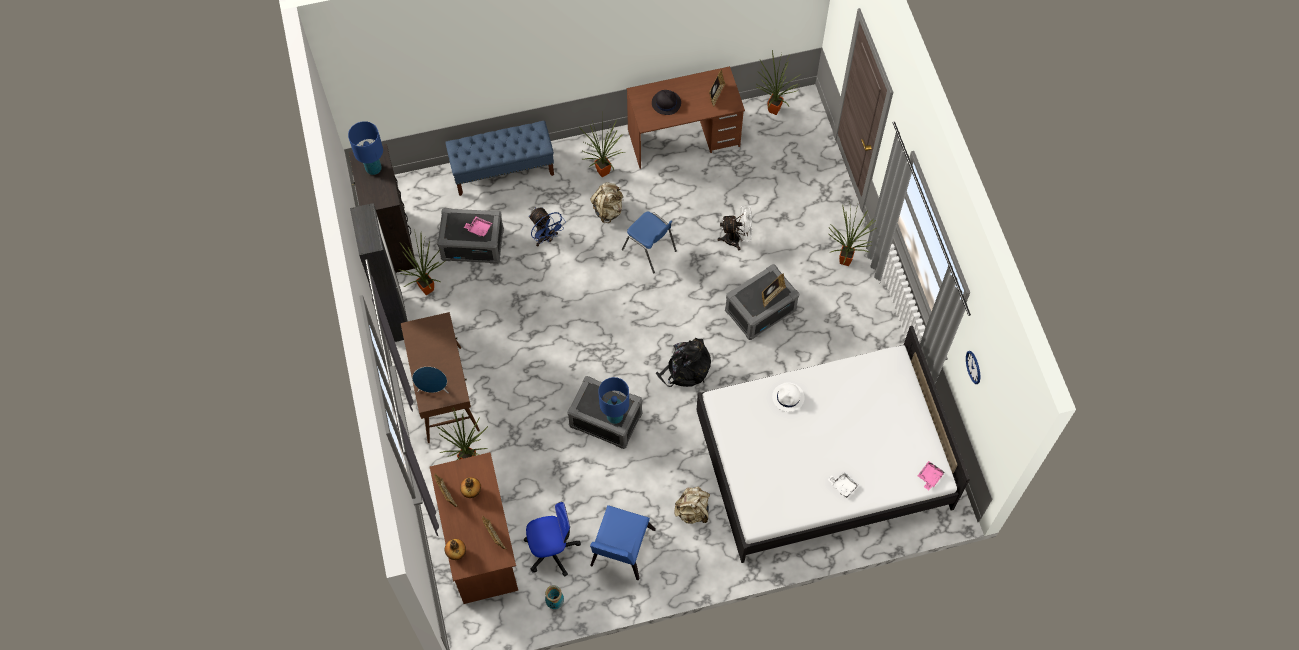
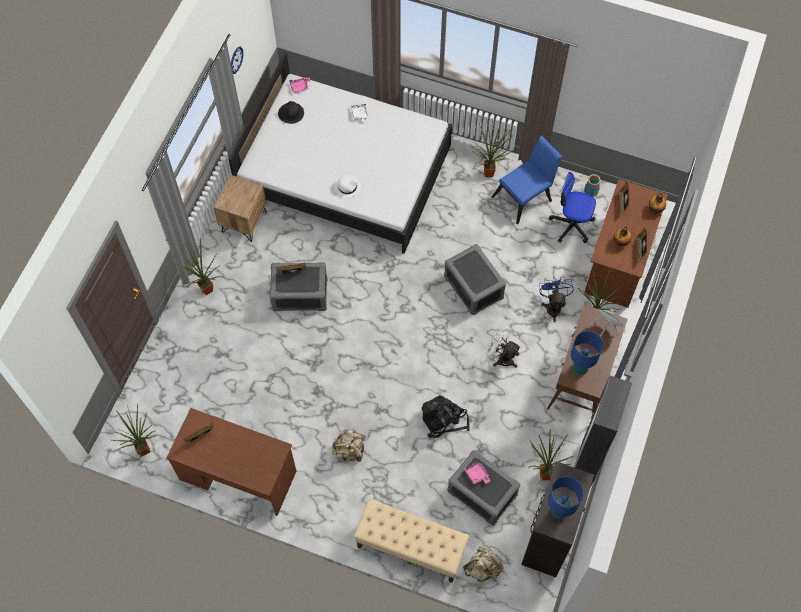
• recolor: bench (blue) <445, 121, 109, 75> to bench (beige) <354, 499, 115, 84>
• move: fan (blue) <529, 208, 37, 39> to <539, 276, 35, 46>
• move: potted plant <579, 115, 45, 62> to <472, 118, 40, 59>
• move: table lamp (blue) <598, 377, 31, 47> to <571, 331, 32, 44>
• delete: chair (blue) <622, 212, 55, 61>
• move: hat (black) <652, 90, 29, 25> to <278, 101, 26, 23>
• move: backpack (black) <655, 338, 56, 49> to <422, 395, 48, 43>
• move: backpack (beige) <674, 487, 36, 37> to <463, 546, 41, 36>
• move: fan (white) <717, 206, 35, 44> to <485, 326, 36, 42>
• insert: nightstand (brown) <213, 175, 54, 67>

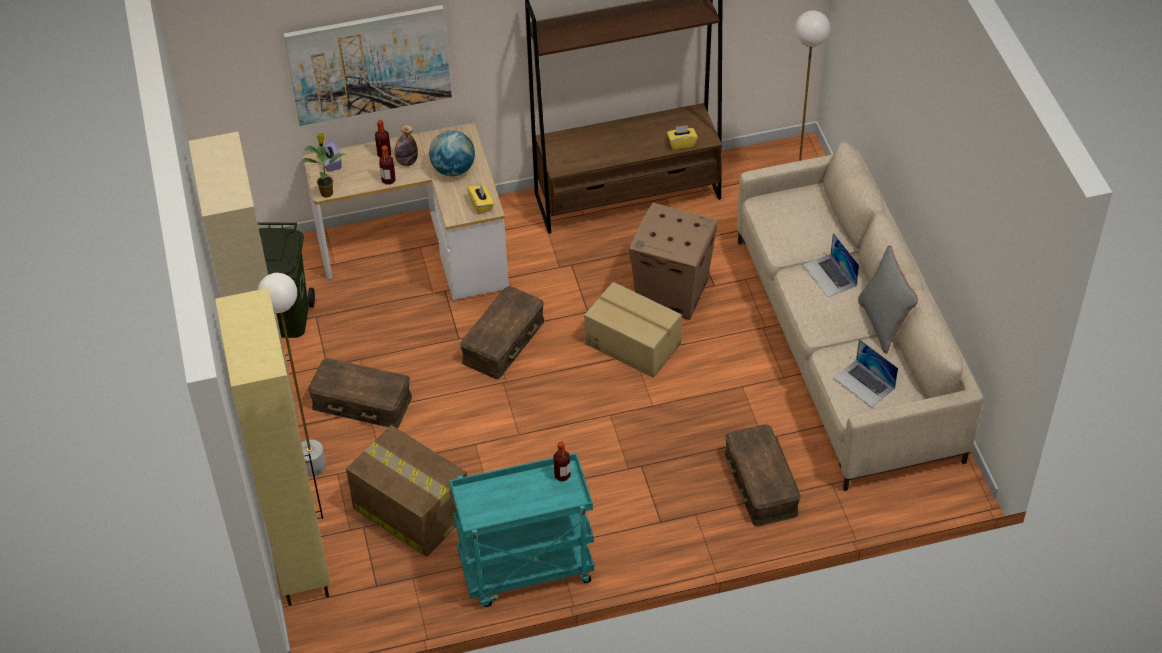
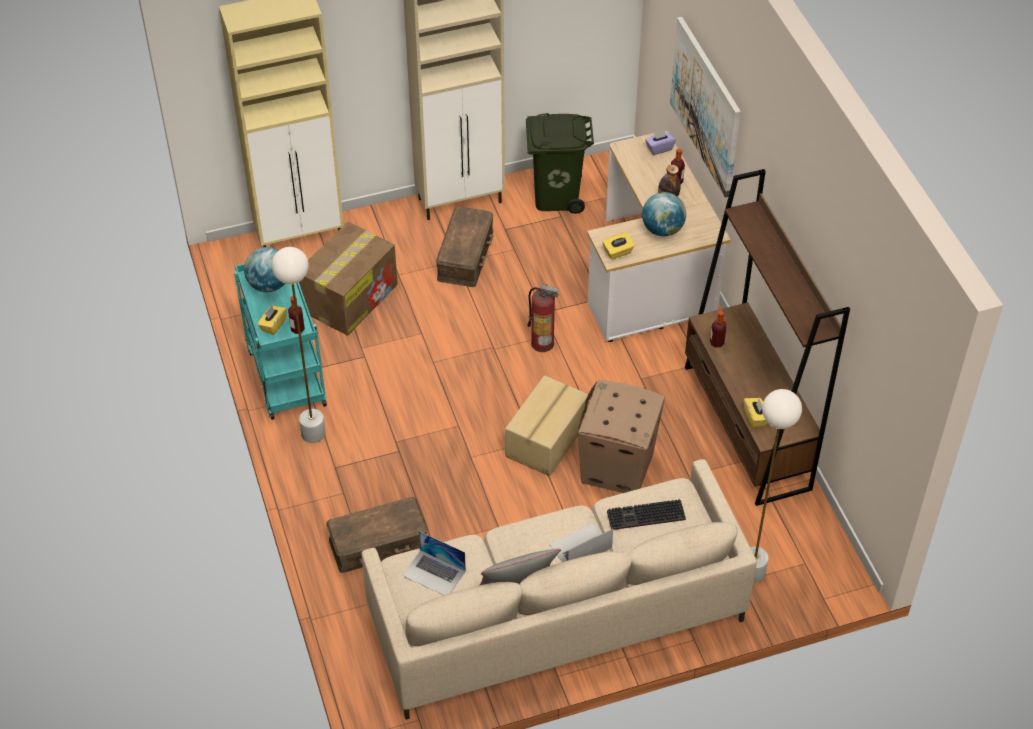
• move: floor lamp (white) <257, 273, 69, 203> to <271, 247, 55, 196>
• delete: potted plant <300, 133, 46, 65>
• move: bottle <379, 146, 17, 39> to <710, 311, 17, 37>
• replace: storage box (brown) <460, 286, 84, 93> to fire extinguisher <527, 284, 32, 68>
• rotate: laptop <833, 339, 65, 69> = <402, 531, 64, 64> 105 degrees counterclockwise
• insert: globe <244, 247, 41, 45>
• insert: tissue box (yellow) <257, 305, 30, 30>
• insert: keyboard <607, 499, 79, 31>

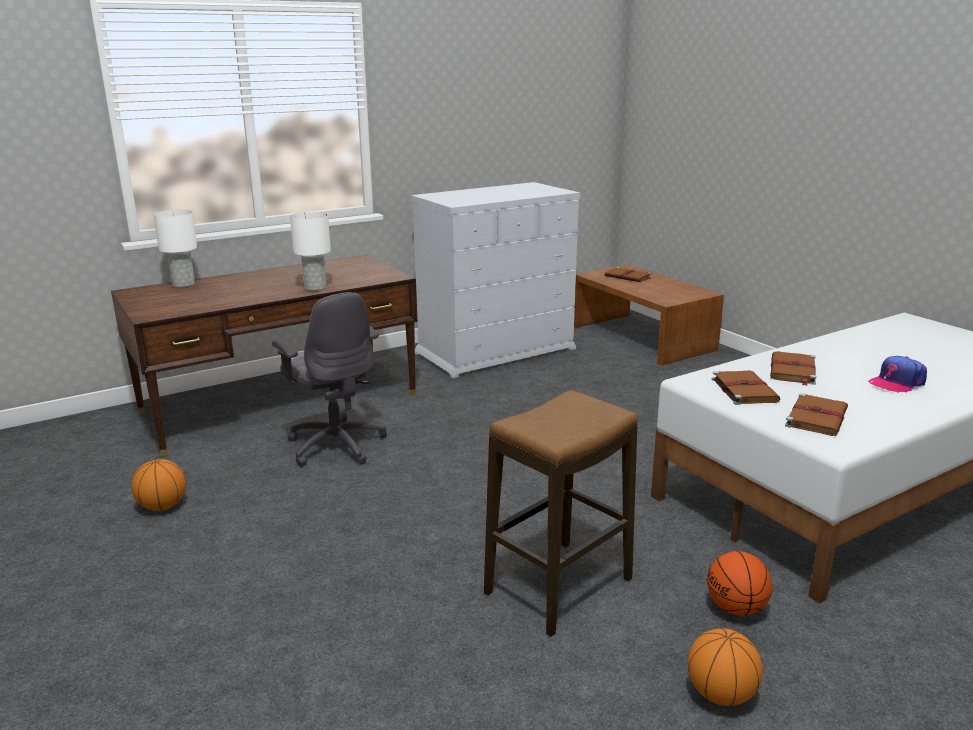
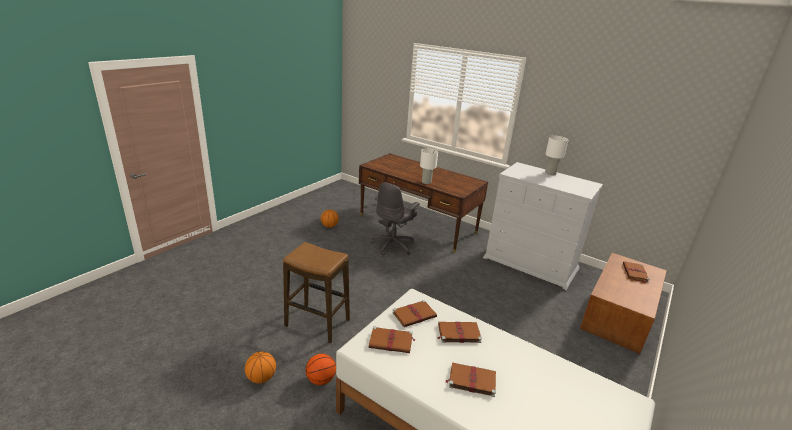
• move: table lamp (white) <153, 210, 44, 78> to <545, 136, 24, 39>
• replace: cap <868, 356, 59, 37> to book (brown) <446, 362, 50, 35>

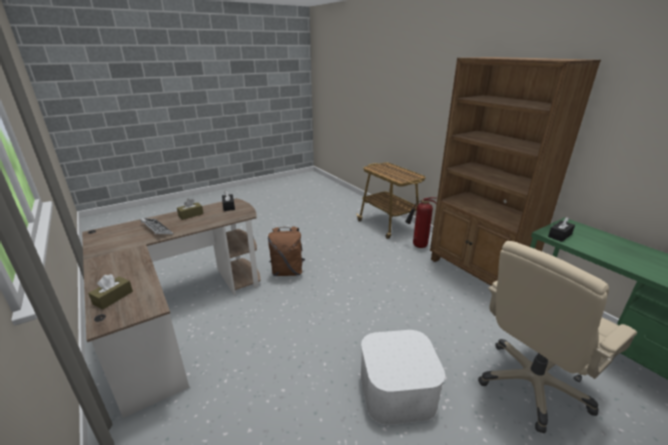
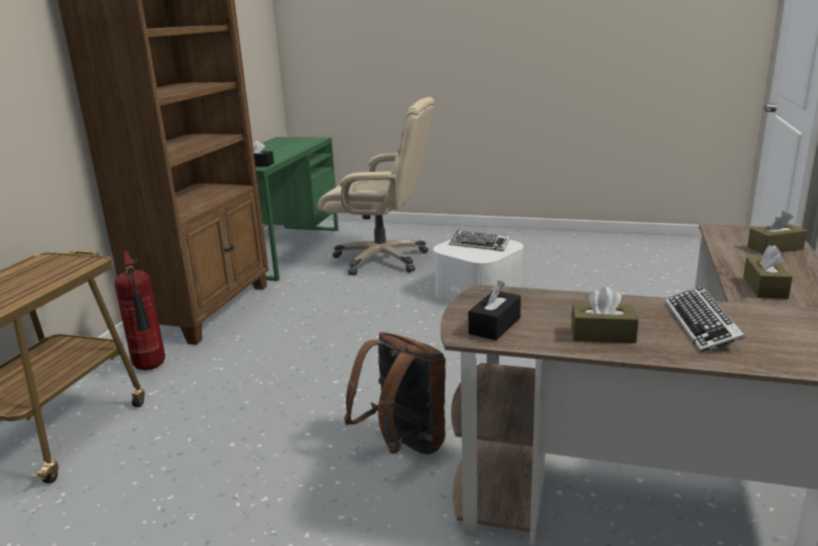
• insert: keyboard <449, 230, 61, 21>
• insert: tissue box (brown) <743, 245, 50, 54>

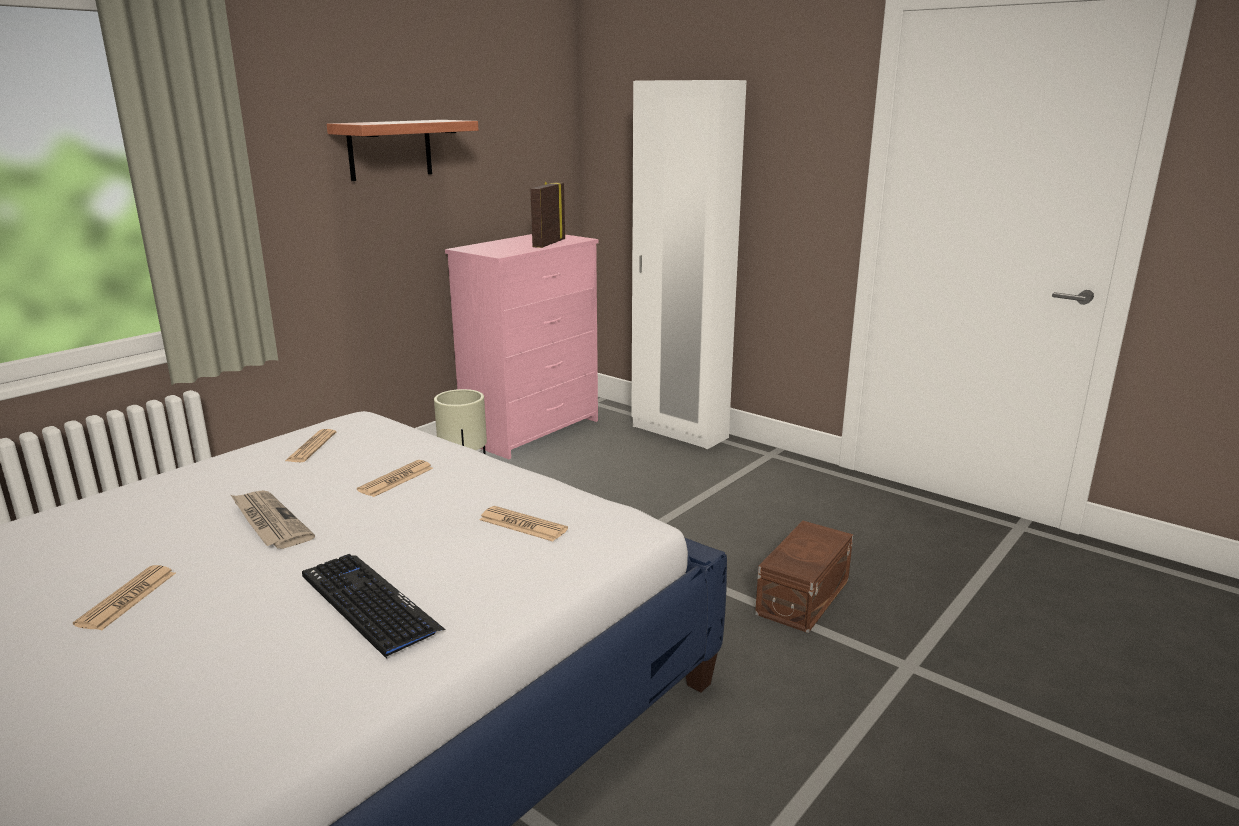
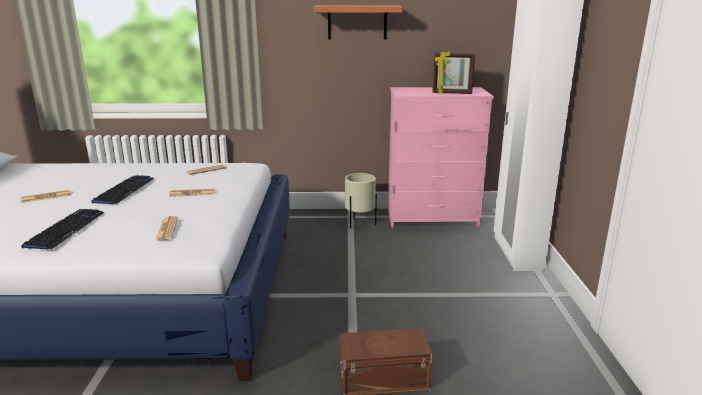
• replace: newspaper <231, 490, 84, 59> to keyboard <91, 175, 63, 29>
• rotate: picture frame <530, 182, 35, 66> = <432, 51, 43, 43> 150 degrees counterclockwise

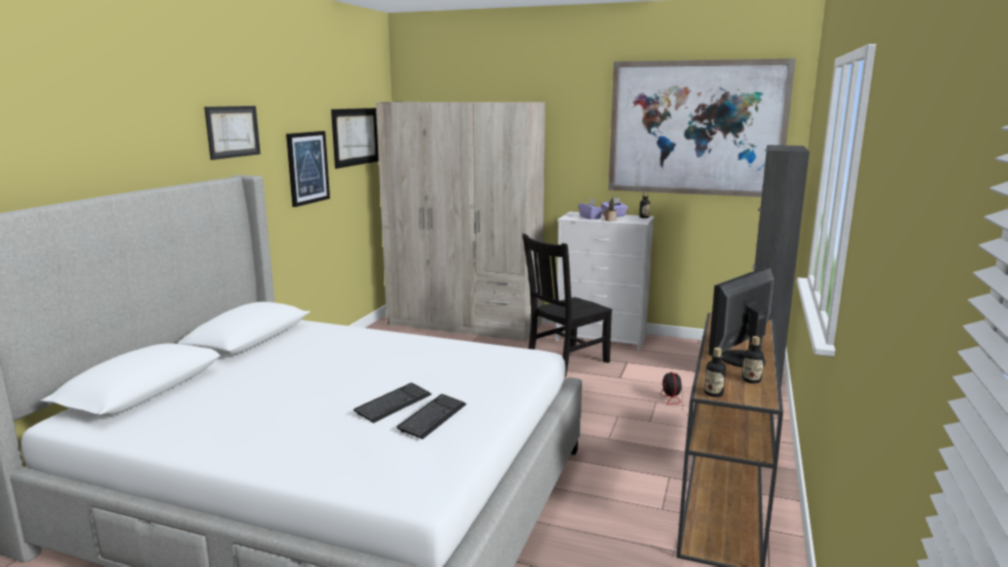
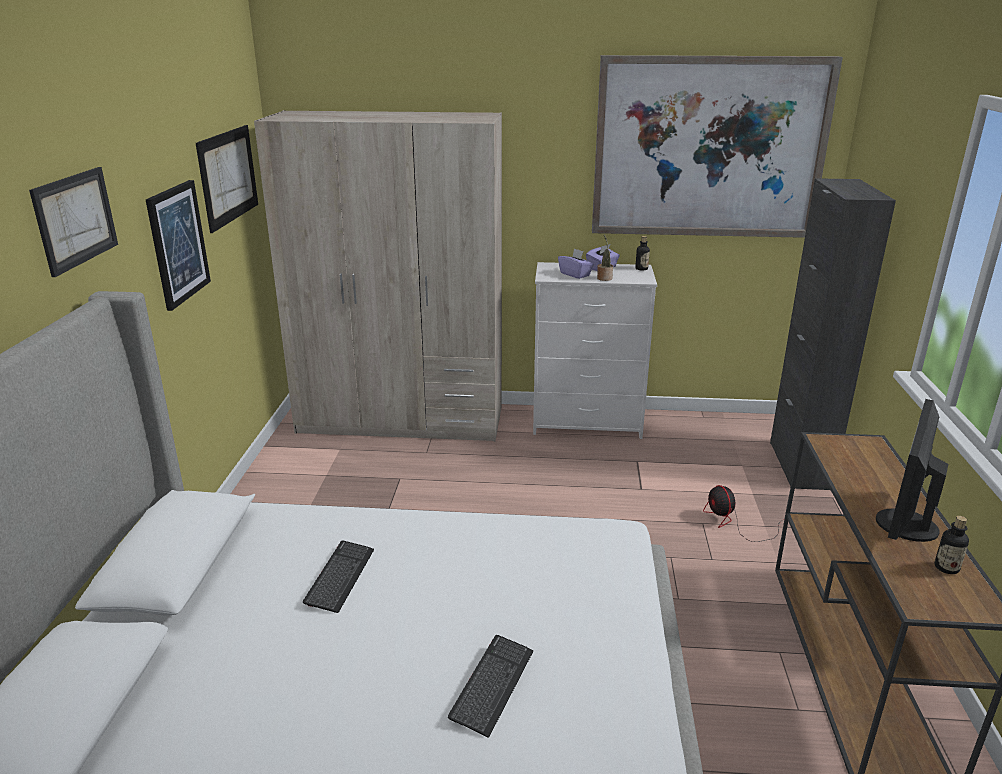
• move: keyboard <397, 394, 69, 45> to <303, 541, 71, 72>
• delete: chair (black) <522, 234, 90, 143>
• delete: bottle <704, 347, 22, 50>

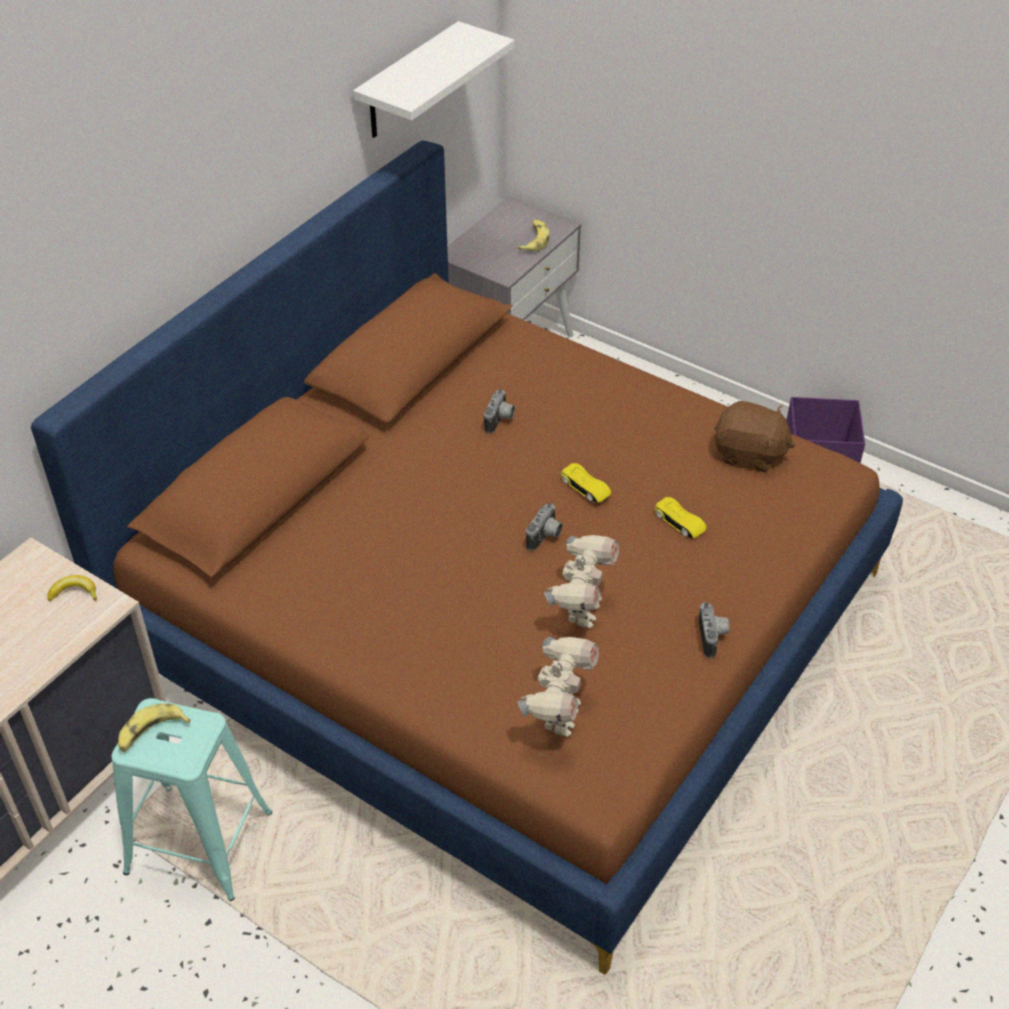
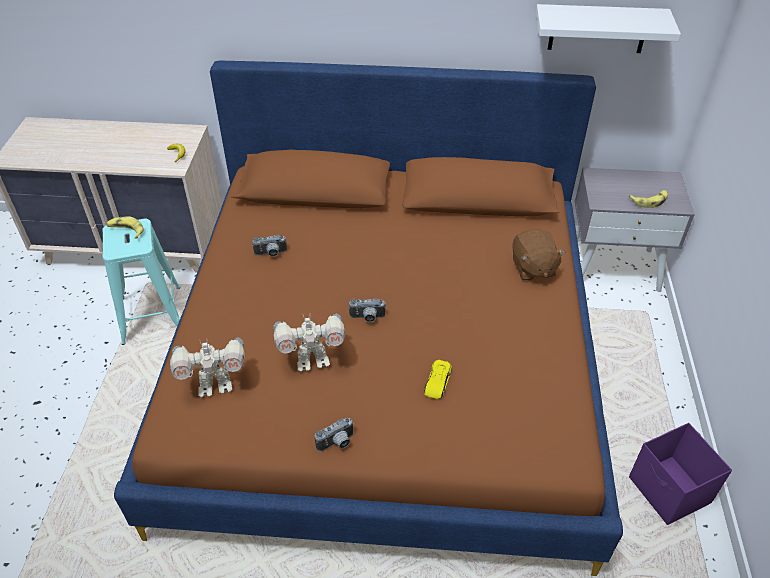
• move: photo camera <484, 389, 31, 45> to <252, 235, 35, 22>
• delete: toy car (yellow) <561, 463, 51, 40>
• move: plush toy (brown) <714, 401, 81, 71> to <512, 229, 53, 52>

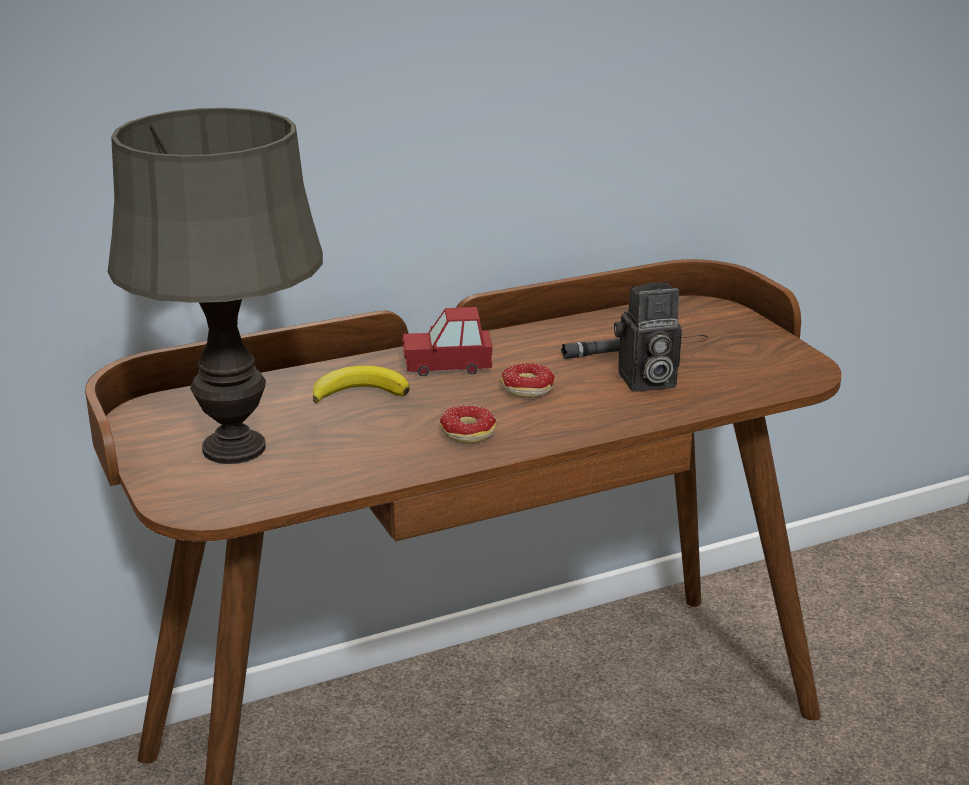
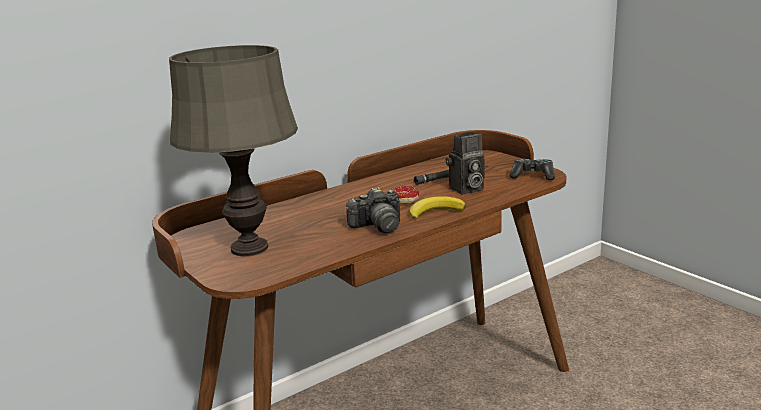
• move: banana <313, 366, 97, 38> to <410, 196, 56, 24>
• delete: toy car (red) <402, 307, 91, 70>
• replace: donut <440, 405, 57, 39> to photo camera <346, 187, 54, 46>
• insert: game controller <509, 158, 46, 22>

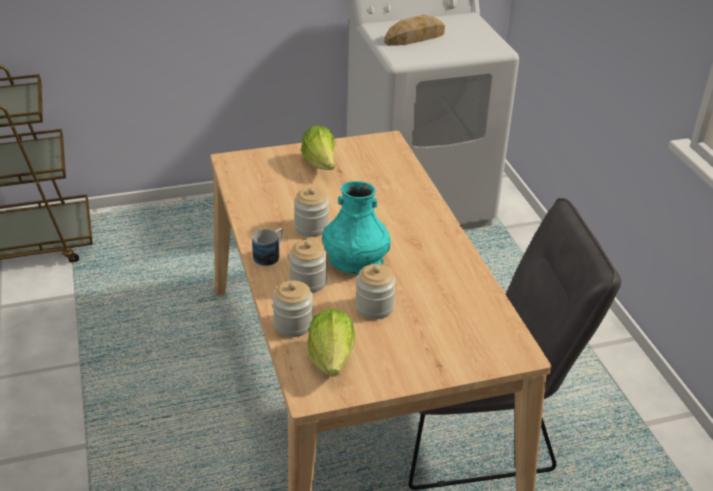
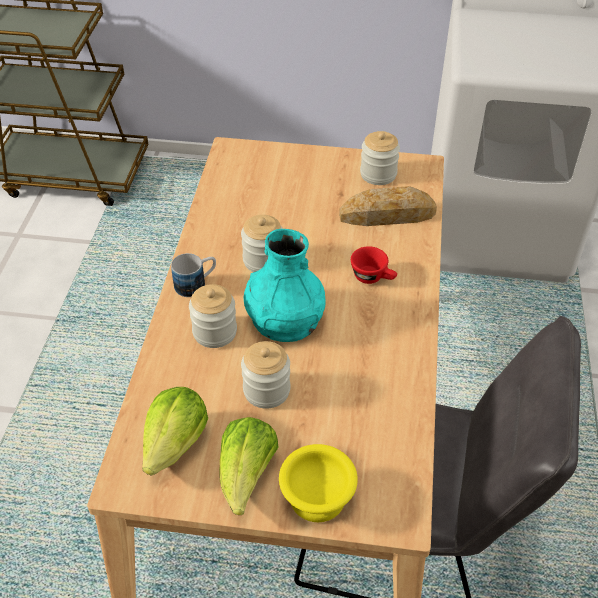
• move: jar <272, 280, 41, 57> to <360, 131, 40, 54>
• move: lettuce <301, 125, 34, 45> to <219, 417, 59, 98>
• move: bread <384, 15, 61, 31> to <339, 186, 98, 40>
• insert: bowl (yellow) <279, 444, 79, 78>
• insert: cup (red) <351, 246, 46, 38>

